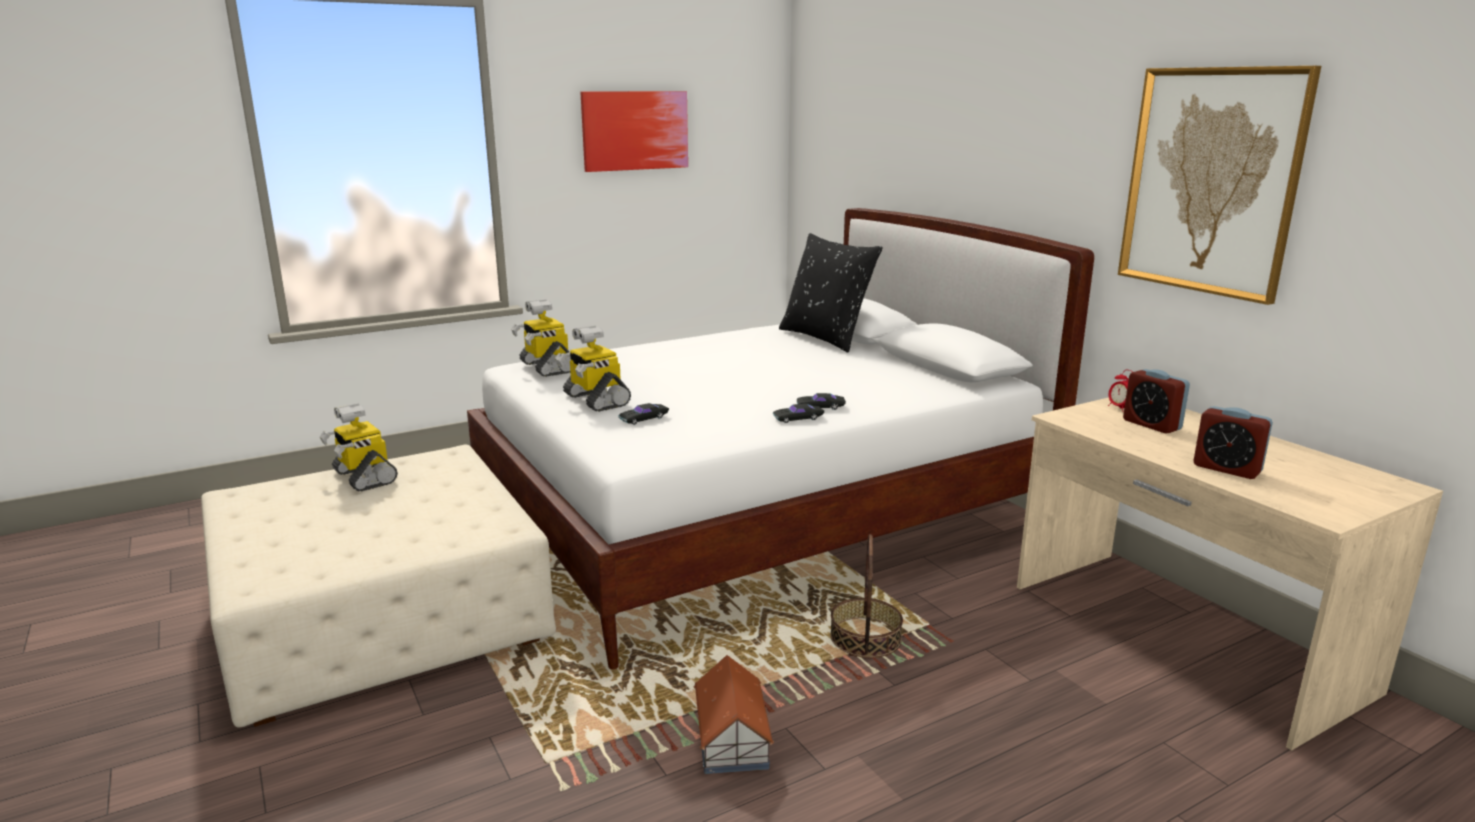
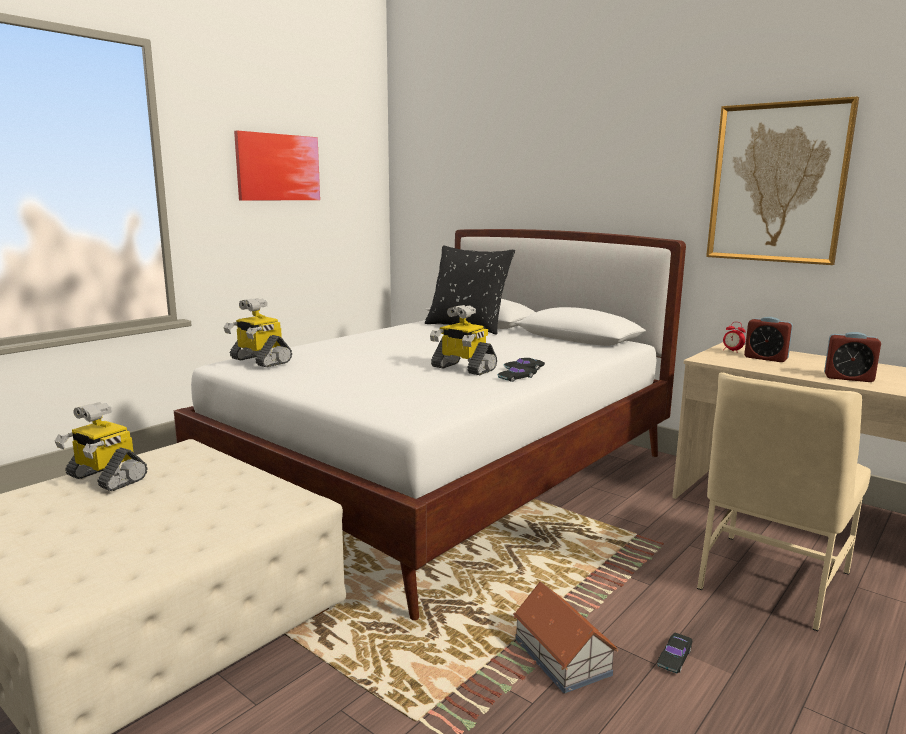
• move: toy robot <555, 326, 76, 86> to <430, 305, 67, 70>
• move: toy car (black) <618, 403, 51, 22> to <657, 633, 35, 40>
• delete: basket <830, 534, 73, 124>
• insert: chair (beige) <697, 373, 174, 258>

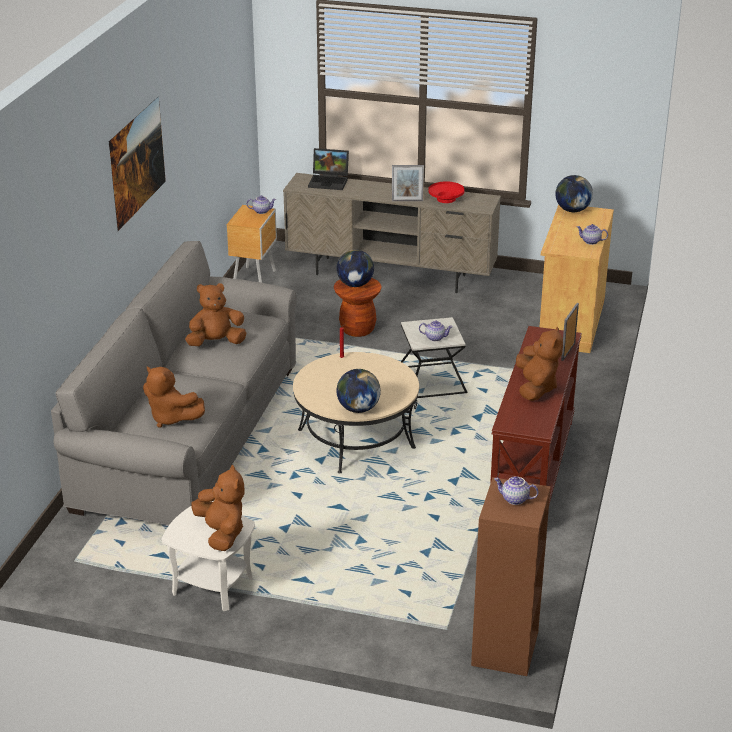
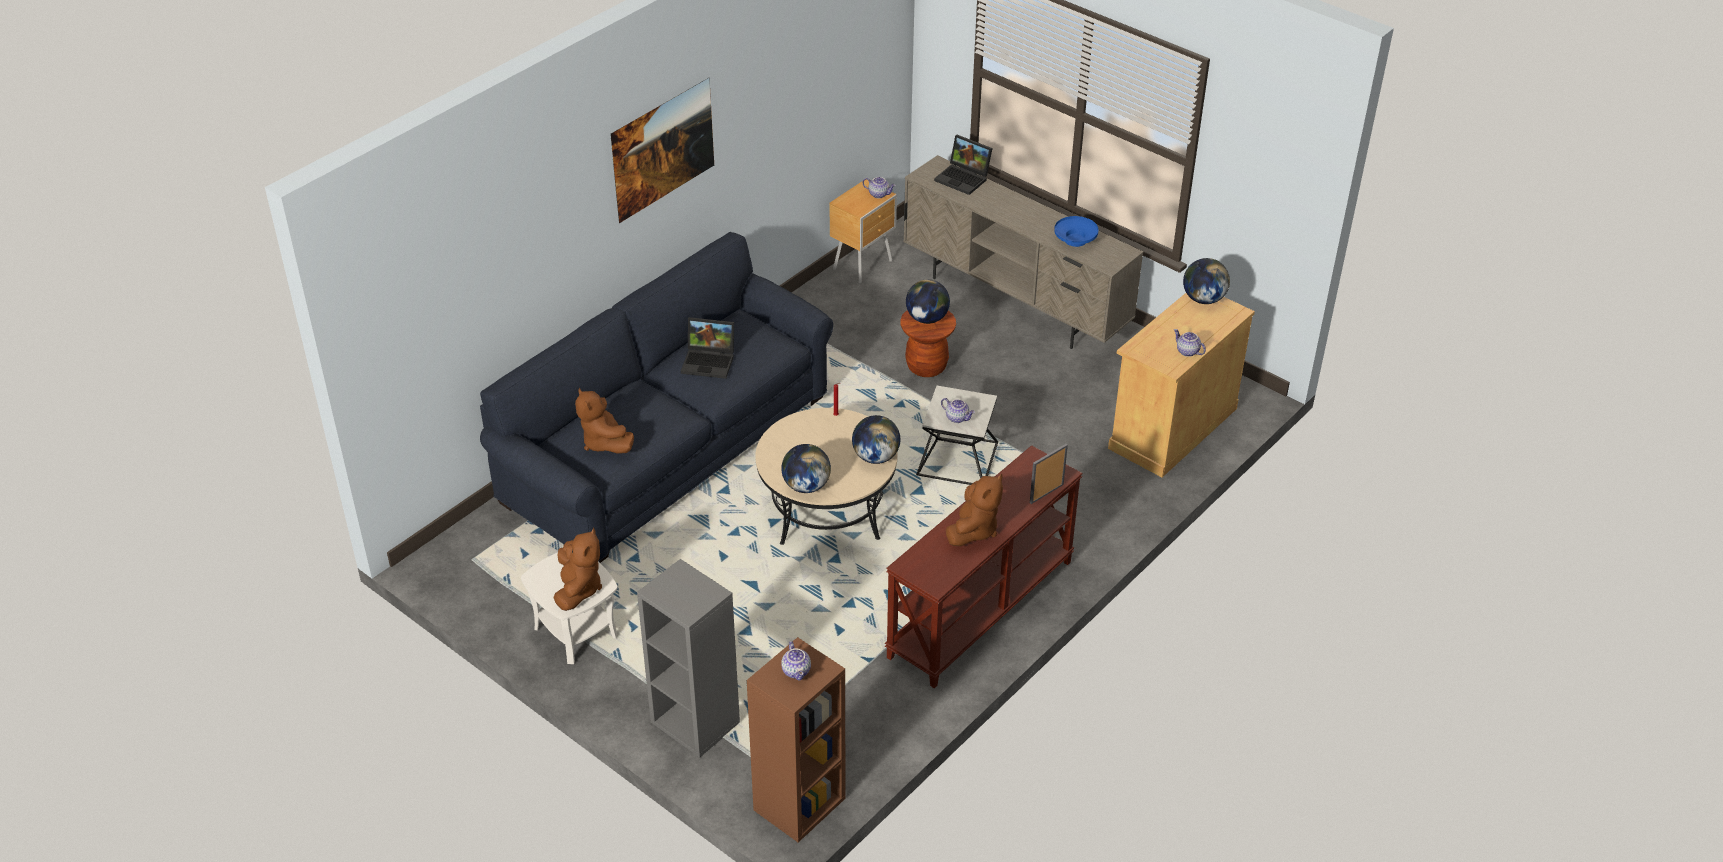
• recolor: sofa (grey) <51, 241, 245, 284> to sofa (blue) <480, 232, 353, 331>
• replace: plush toy (brown) <185, 283, 62, 63> to laptop <681, 317, 53, 62>
• delete: picture frame <392, 165, 32, 36>
• recolor: bowl (red) <428, 182, 36, 21> to bowl (blue) <1054, 216, 45, 31>
• rotate: teapot <494, 476, 45, 29> = <781, 641, 30, 39> 150 degrees counterclockwise
• insert: bookcase (grey) <637, 559, 103, 199>
• insert: globe <852, 415, 48, 49>

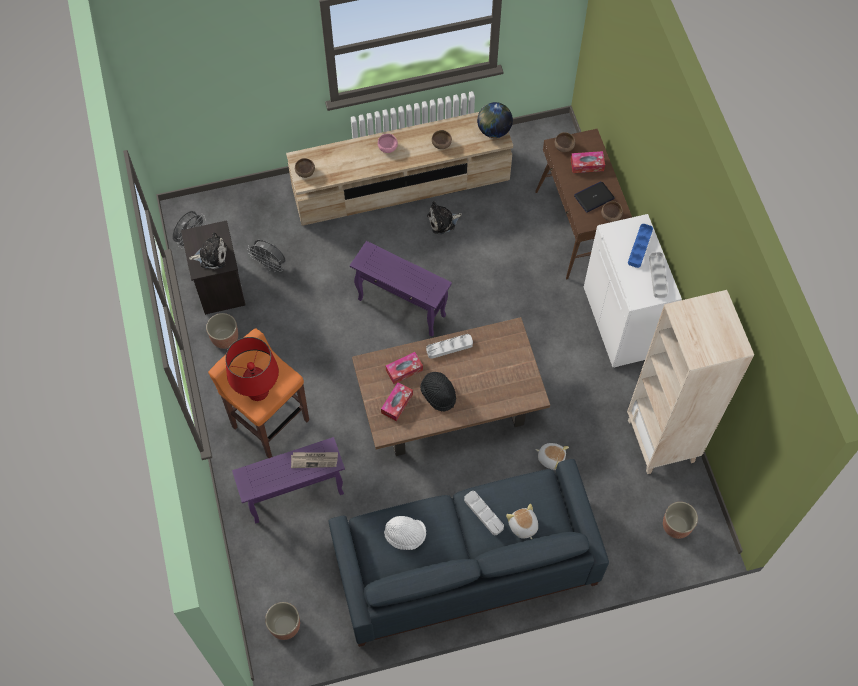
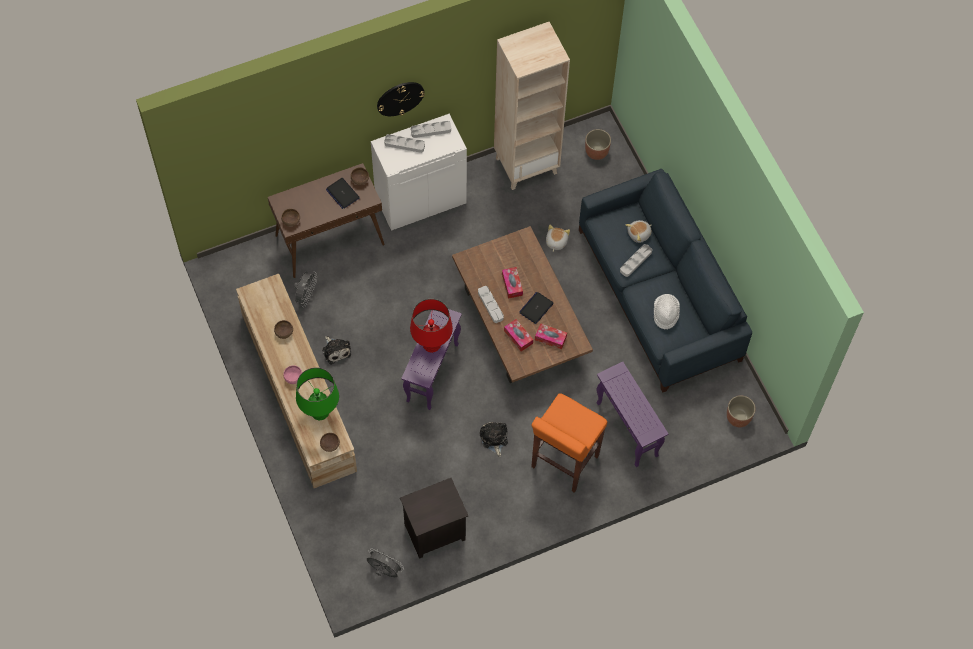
• move: plush toy <189, 232, 38, 37> to <480, 422, 28, 35>
• delete: planter <206, 313, 32, 36>
• move: table lamp (red) <225, 337, 54, 64> to <410, 299, 43, 54>
• move: fan (grey) <247, 240, 39, 32> to <294, 271, 23, 36>
• delete: newspaper <291, 452, 47, 16>
• replace: hat (black) <420, 372, 36, 39> to laptop <519, 292, 35, 32>
• delete: globe <477, 102, 36, 36>
• move: tissue box <571, 151, 34, 22> to <502, 267, 21, 32>
• recolor: tray (blue) <628, 224, 25, 44> to tray (grey) <384, 134, 41, 19>
• insert: table lamp (green) <296, 367, 43, 53>
• insert: wall clock <377, 82, 48, 34>

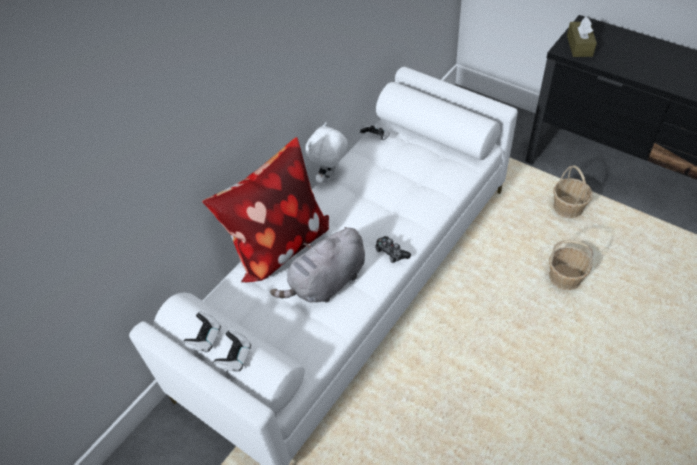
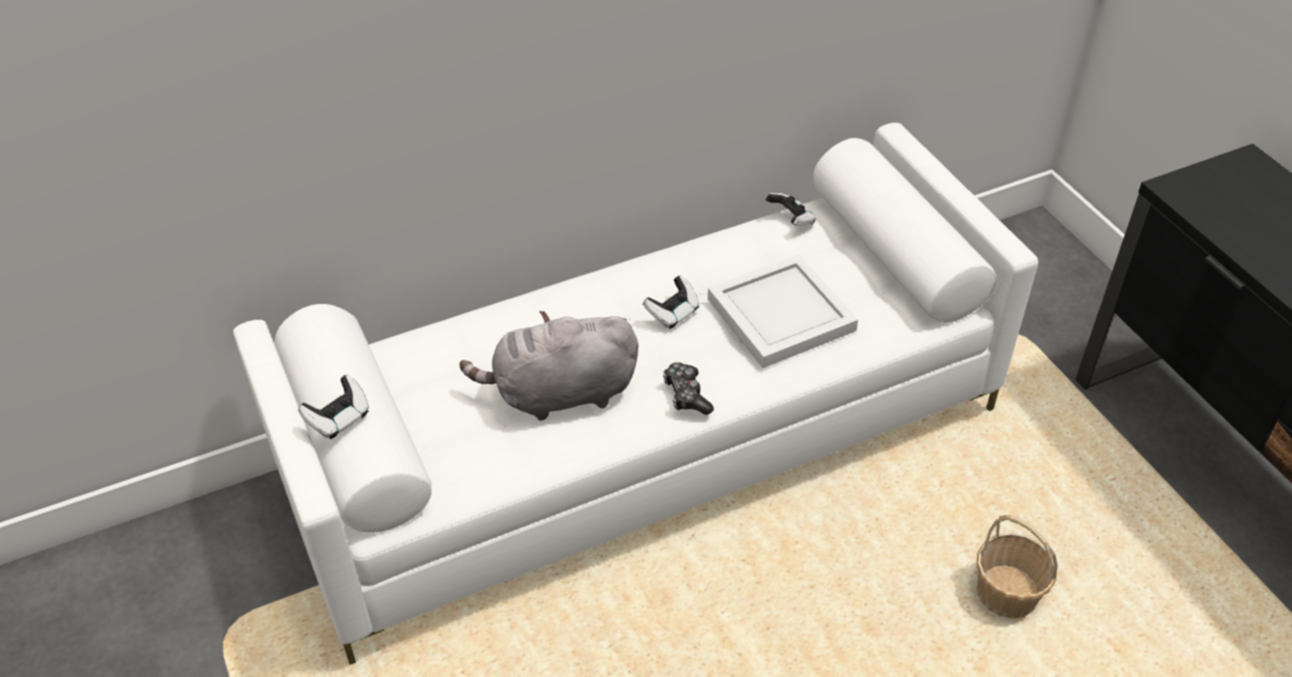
• move: game controller <183, 311, 38, 41> to <643, 275, 56, 54>
• delete: pillow <202, 137, 127, 146>
• delete: plush toy (white) <306, 122, 42, 61>
• delete: basket <553, 165, 40, 53>
• delete: tissue box (brown) <567, 17, 30, 40>
• insert: tray (white) <708, 255, 150, 113>

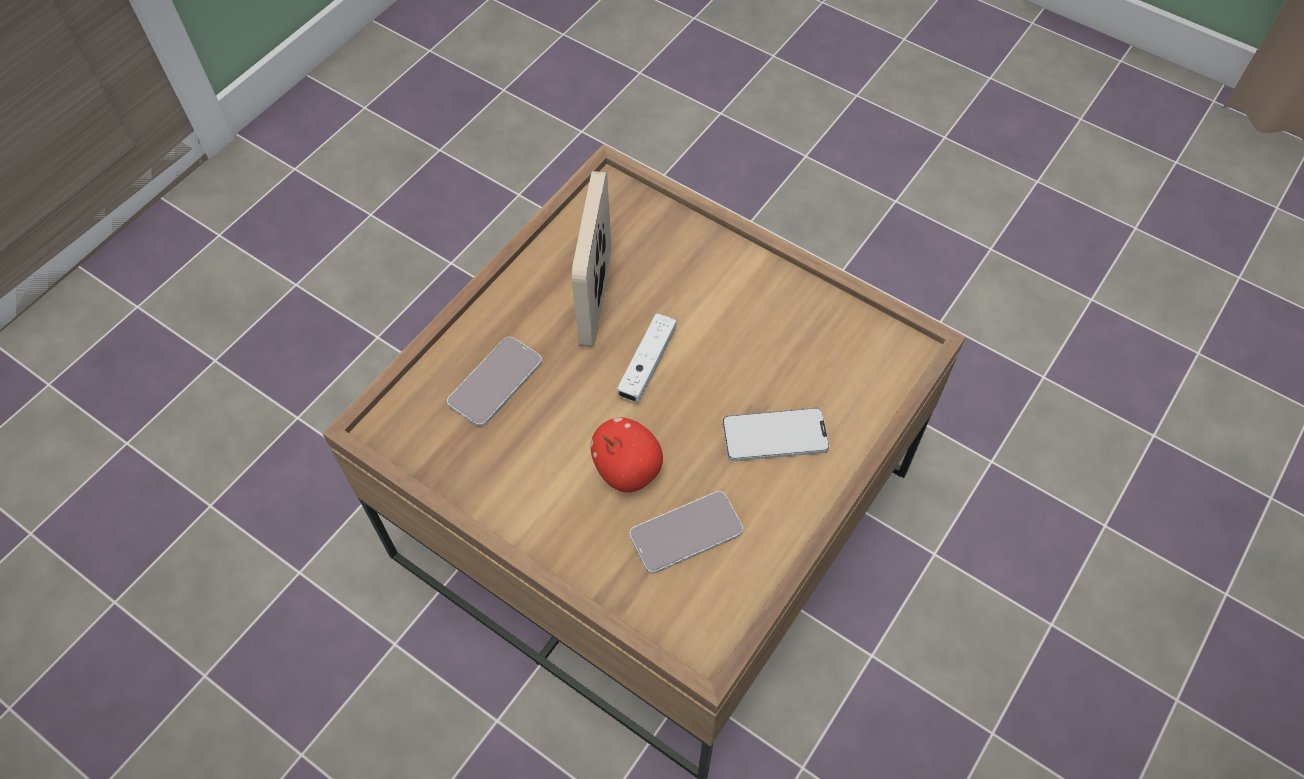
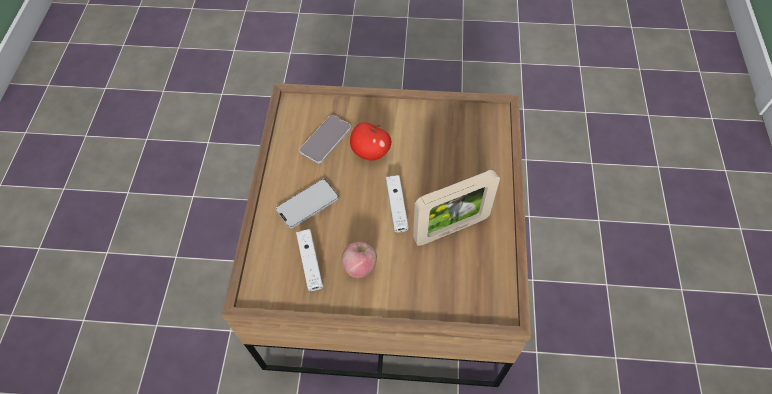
• delete: phone <447, 337, 95, 89>
• rotate: picture frame <572, 171, 39, 176> = <413, 169, 87, 77> 90 degrees clockwise
• insert: game controller (white) <296, 229, 27, 62>
• insert: apple <342, 242, 35, 36>

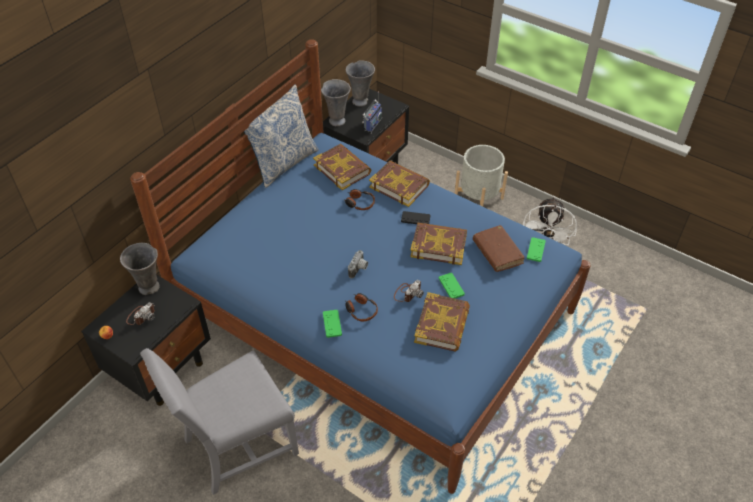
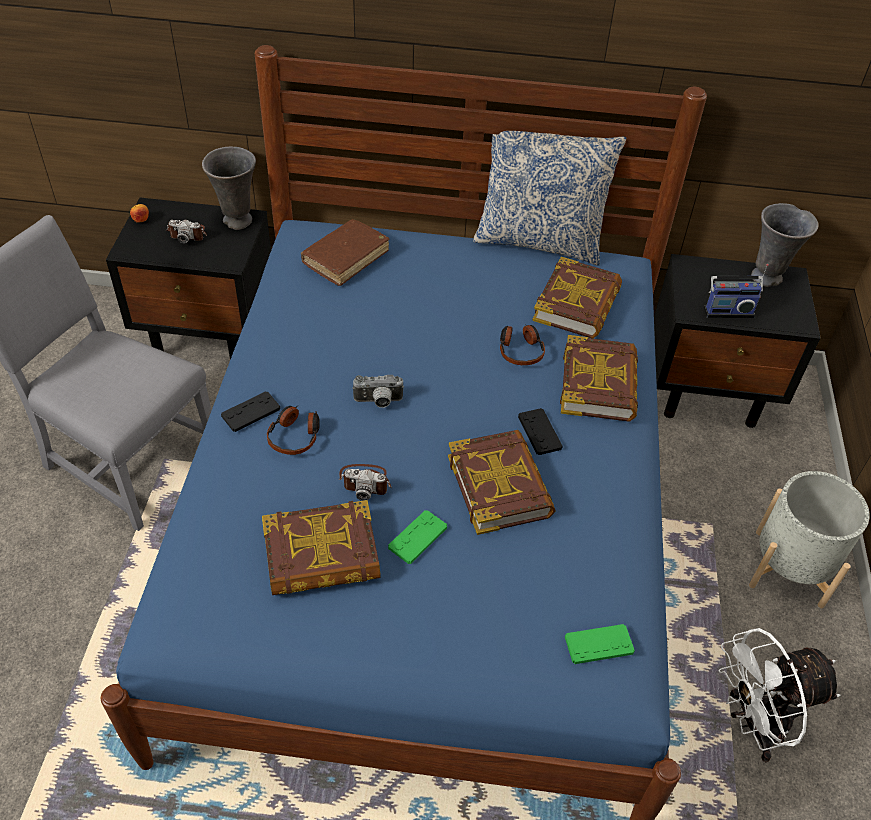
• delete: vase (grey) <321, 79, 30, 47>
• recolor: game controller (green) <323, 310, 19, 28> to game controller (black) <221, 391, 59, 41>
• move: book (brown) <473, 225, 51, 47> to <301, 219, 88, 67>

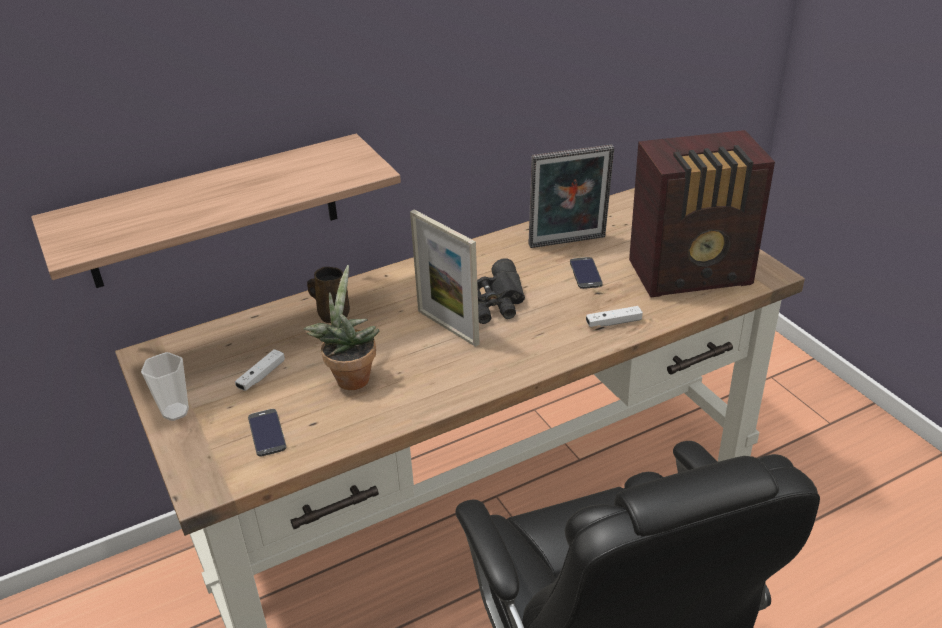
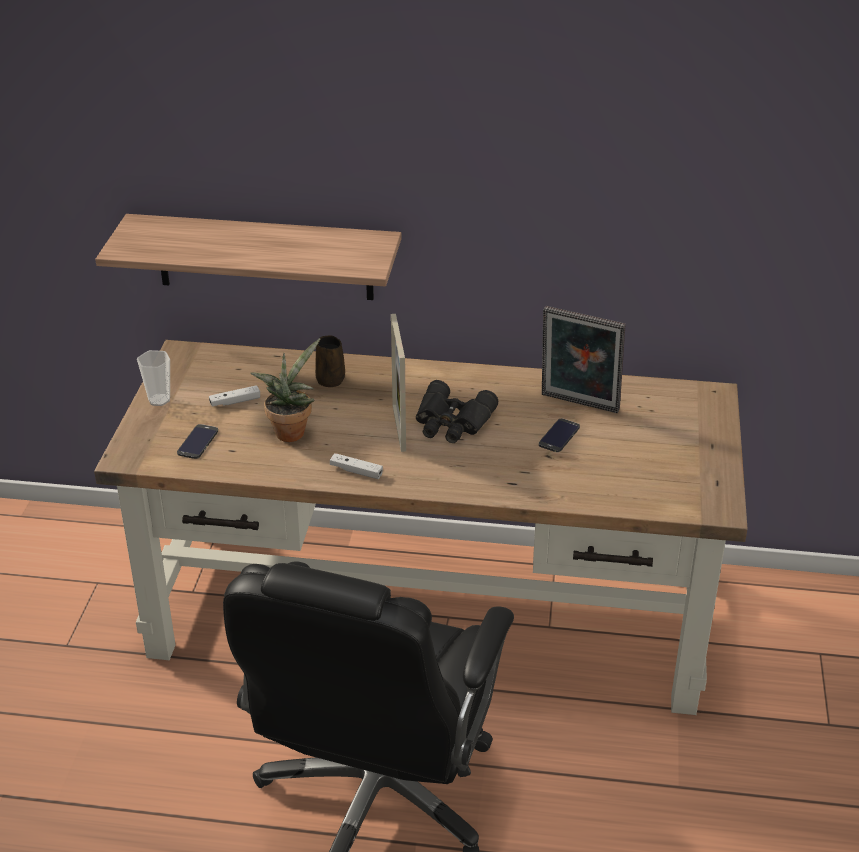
• move: game controller (white) <586, 306, 57, 21> to <330, 453, 53, 26>
• delete: radio <629, 130, 146, 167>

